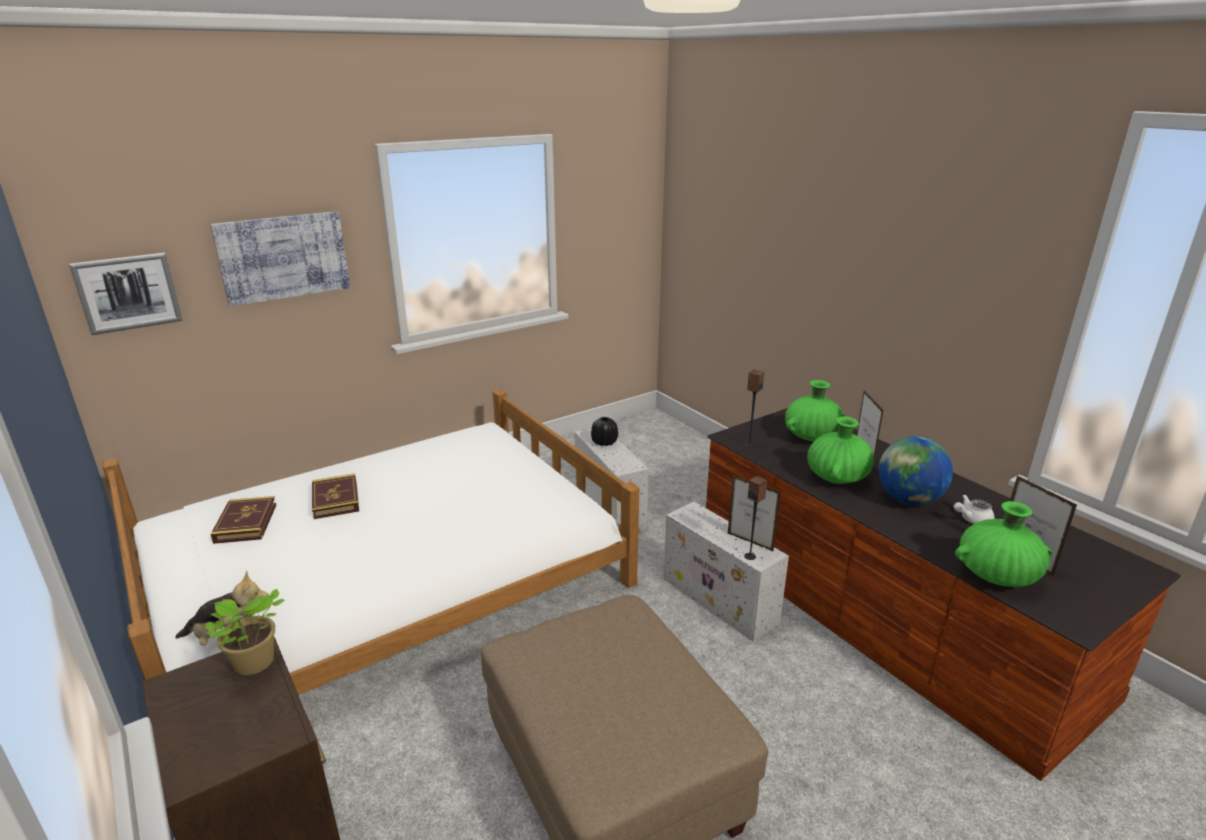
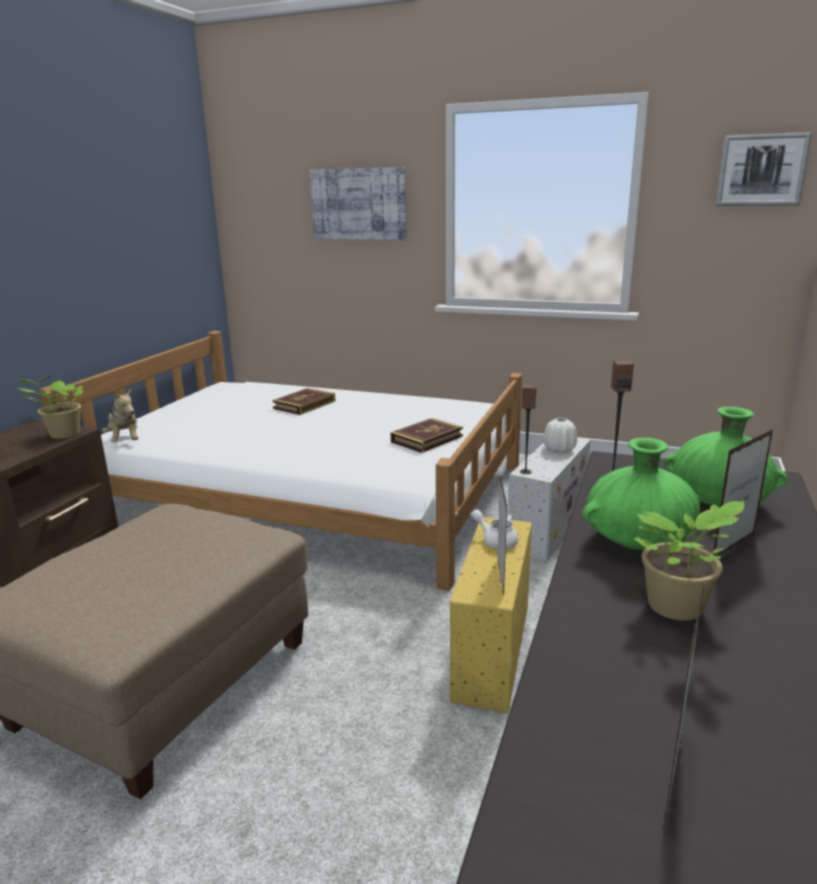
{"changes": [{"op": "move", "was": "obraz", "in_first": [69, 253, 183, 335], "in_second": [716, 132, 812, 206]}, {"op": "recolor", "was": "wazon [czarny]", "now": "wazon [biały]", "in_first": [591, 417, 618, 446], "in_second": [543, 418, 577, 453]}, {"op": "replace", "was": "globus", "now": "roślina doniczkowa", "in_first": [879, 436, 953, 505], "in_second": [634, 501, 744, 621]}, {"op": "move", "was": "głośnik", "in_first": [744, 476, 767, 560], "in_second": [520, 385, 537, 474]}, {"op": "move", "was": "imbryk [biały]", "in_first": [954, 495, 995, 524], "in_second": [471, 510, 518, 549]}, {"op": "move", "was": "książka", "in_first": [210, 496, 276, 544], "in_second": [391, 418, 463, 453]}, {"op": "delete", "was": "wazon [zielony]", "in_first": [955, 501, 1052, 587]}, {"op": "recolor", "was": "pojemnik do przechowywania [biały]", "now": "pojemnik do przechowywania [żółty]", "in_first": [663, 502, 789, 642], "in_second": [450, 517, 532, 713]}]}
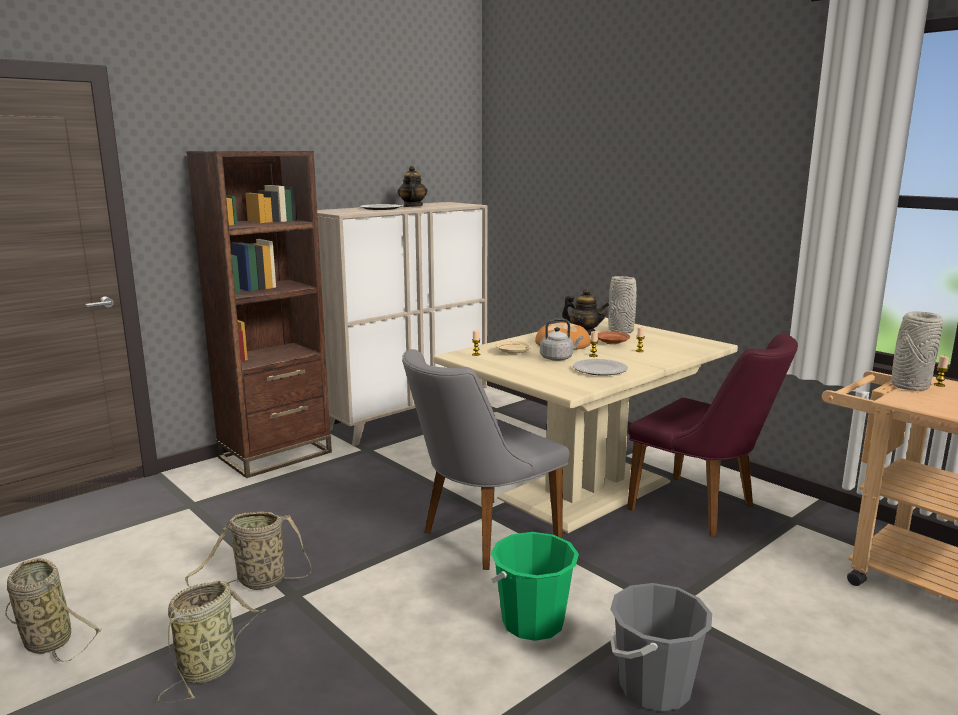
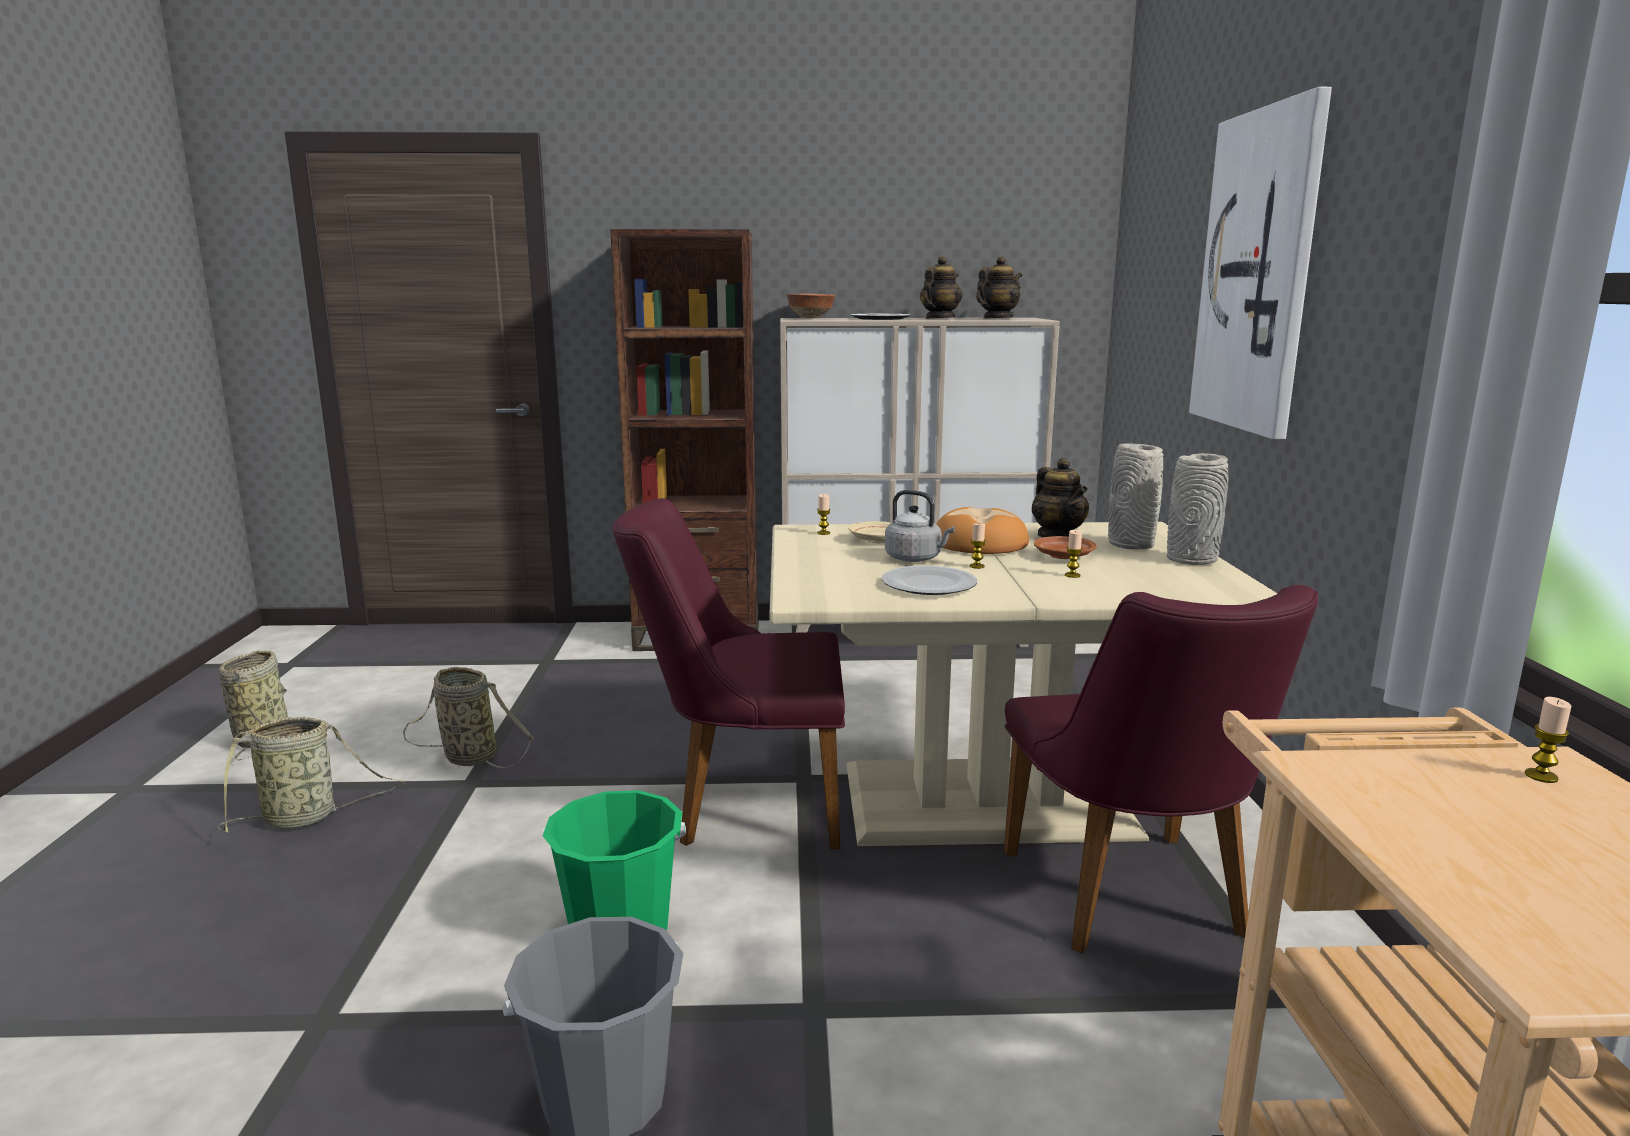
{"changes": [{"op": "move", "was": "wazon [szary]", "in_first": [891, 311, 943, 391], "in_second": [1167, 453, 1229, 565]}, {"op": "recolor", "was": "krzesło [szary]", "now": "krzesło [fioletowy]", "in_first": [402, 349, 569, 570], "in_second": [613, 498, 845, 849]}, {"op": "insert", "now": "obraz", "in_second": [1189, 87, 1332, 439]}, {"op": "insert", "now": "imbryk", "in_second": [976, 256, 1022, 318]}, {"op": "insert", "now": "miska", "in_second": [787, 294, 836, 318]}]}
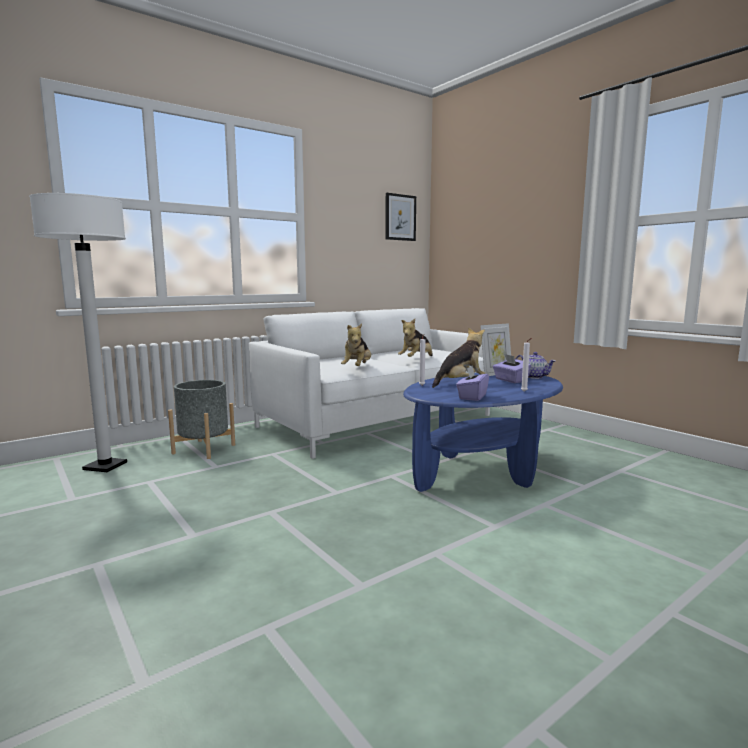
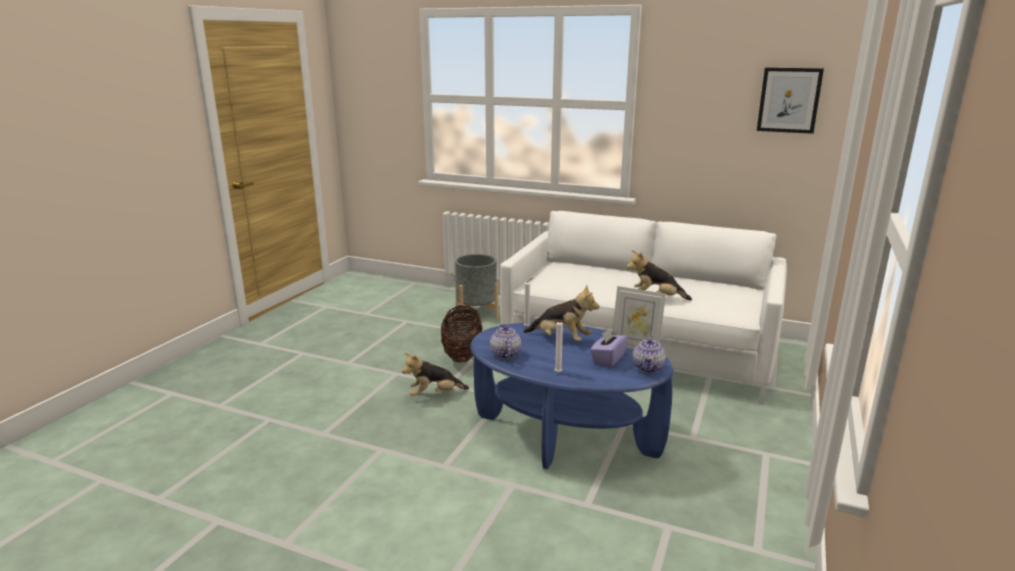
{"changes": [{"op": "delete", "was": "lampa stojąca [biały]", "in_first": [29, 193, 127, 472]}, {"op": "move", "was": "pluszak", "in_first": [341, 323, 371, 366], "in_second": [402, 353, 469, 396]}, {"op": "replace", "was": "pudełko chusteczek [fioletowy]", "now": "imbryk", "in_first": [456, 366, 489, 401], "in_second": [490, 324, 521, 359]}, {"op": "insert", "now": "koszyk", "in_second": [441, 305, 483, 362]}]}
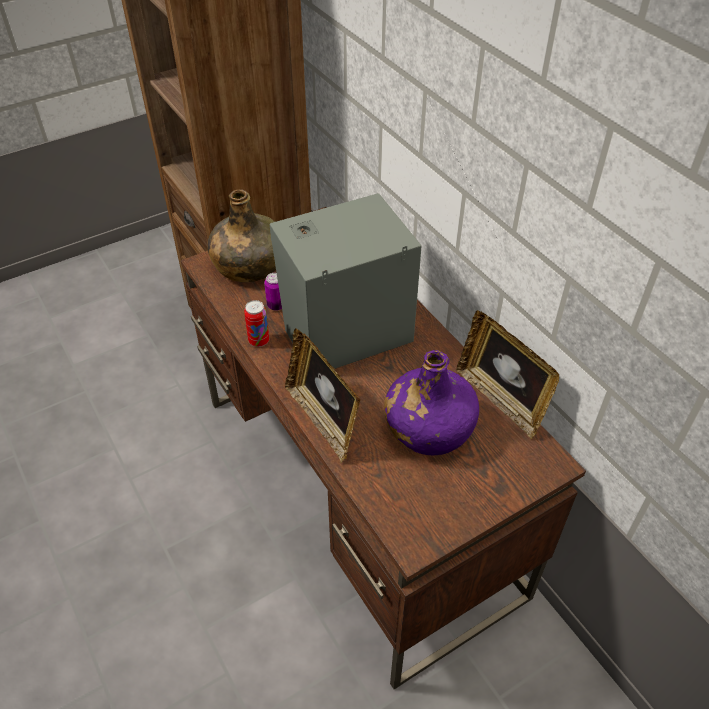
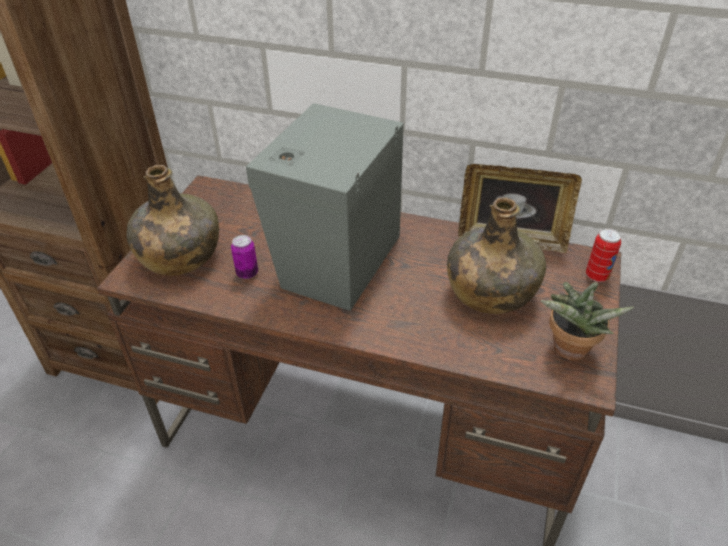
{"changes": [{"op": "move", "was": "puszka", "in_first": [244, 300, 269, 347], "in_second": [586, 228, 621, 282]}, {"op": "delete", "was": "ramka na zdjęcie", "in_first": [285, 328, 360, 463]}, {"op": "recolor", "was": "butelka [fioletowy]", "now": "butelka [zielony]", "in_first": [384, 350, 479, 455], "in_second": [447, 197, 546, 314]}, {"op": "insert", "now": "roślina doniczkowa", "in_second": [540, 282, 634, 361]}]}
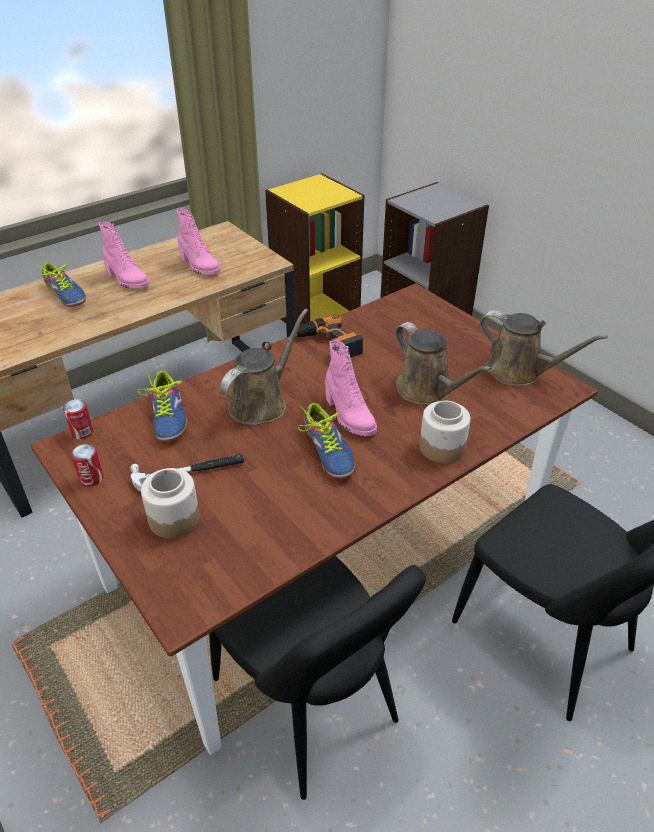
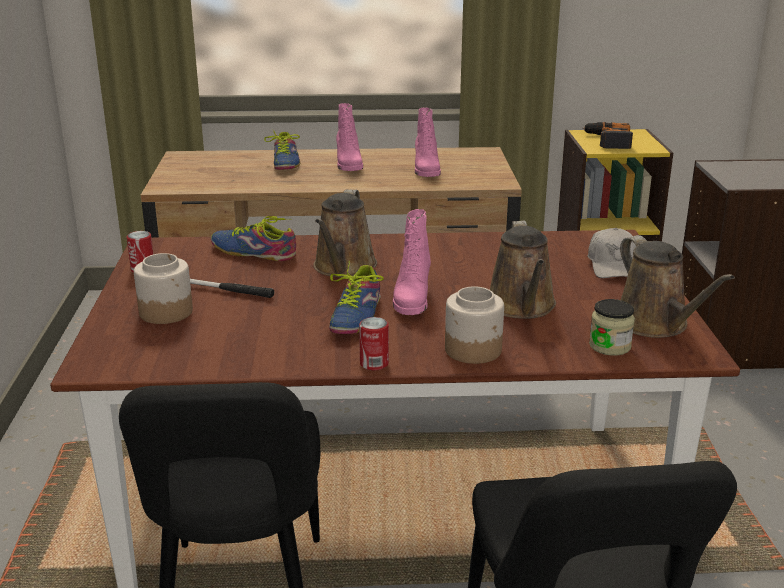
{"changes": [{"op": "rotate", "was": "konewka [brązowy]", "in_first": [220, 309, 308, 425], "in_second": [313, 190, 377, 278], "clockwise": 120}, {"op": "move", "was": "wiertarka", "in_first": [296, 314, 363, 358], "in_second": [582, 122, 633, 149]}, {"op": "rotate", "was": "but", "in_first": [138, 371, 187, 442], "in_second": [211, 216, 296, 261], "clockwise": 90}, {"op": "move", "was": "puszka", "in_first": [63, 399, 93, 439], "in_second": [359, 317, 389, 370]}, {"op": "insert", "now": "czapka z daszkiem [biały]", "in_second": [587, 228, 636, 278]}, {"op": "insert", "now": "słoik", "in_second": [589, 299, 635, 356]}]}
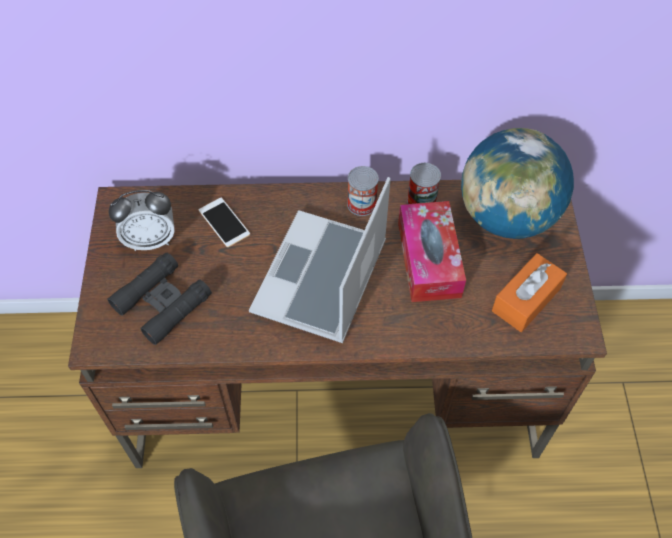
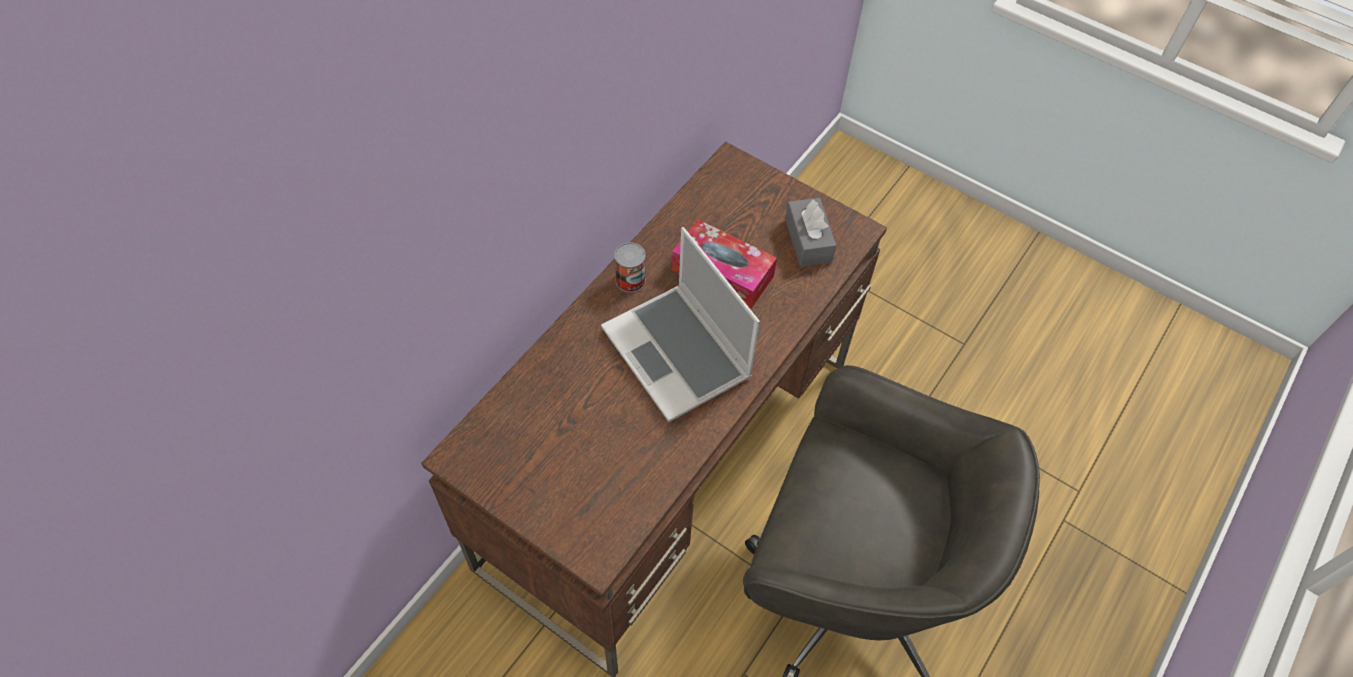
{"changes": [{"op": "delete", "was": "globus", "in_first": [461, 128, 574, 239]}, {"op": "delete", "was": "puszka", "in_first": [407, 163, 441, 204]}, {"op": "delete", "was": "budzik", "in_first": [109, 190, 175, 251]}, {"op": "delete", "was": "telefon", "in_first": [199, 198, 250, 247]}, {"op": "delete", "was": "lornetka [czarny]", "in_first": [107, 252, 212, 345]}, {"op": "recolor", "was": "pudełko chusteczek [pomarańczowy]", "now": "pudełko chusteczek [szary]", "in_first": [492, 253, 567, 332], "in_second": [785, 198, 836, 267]}]}
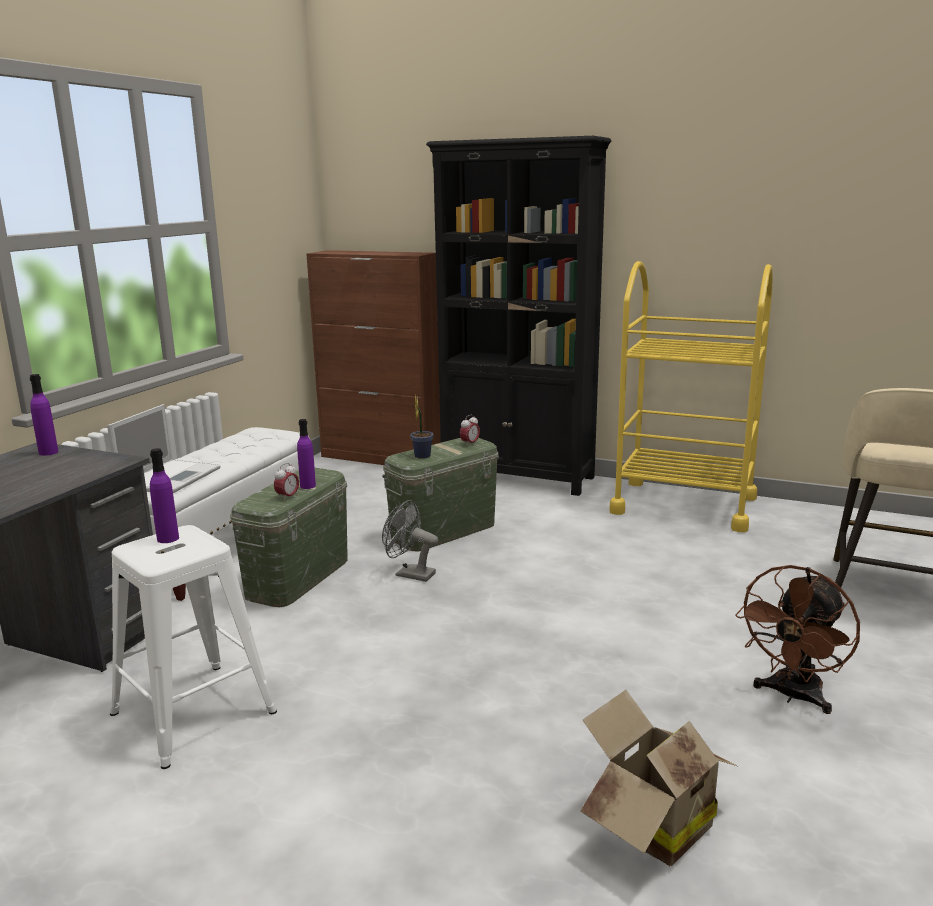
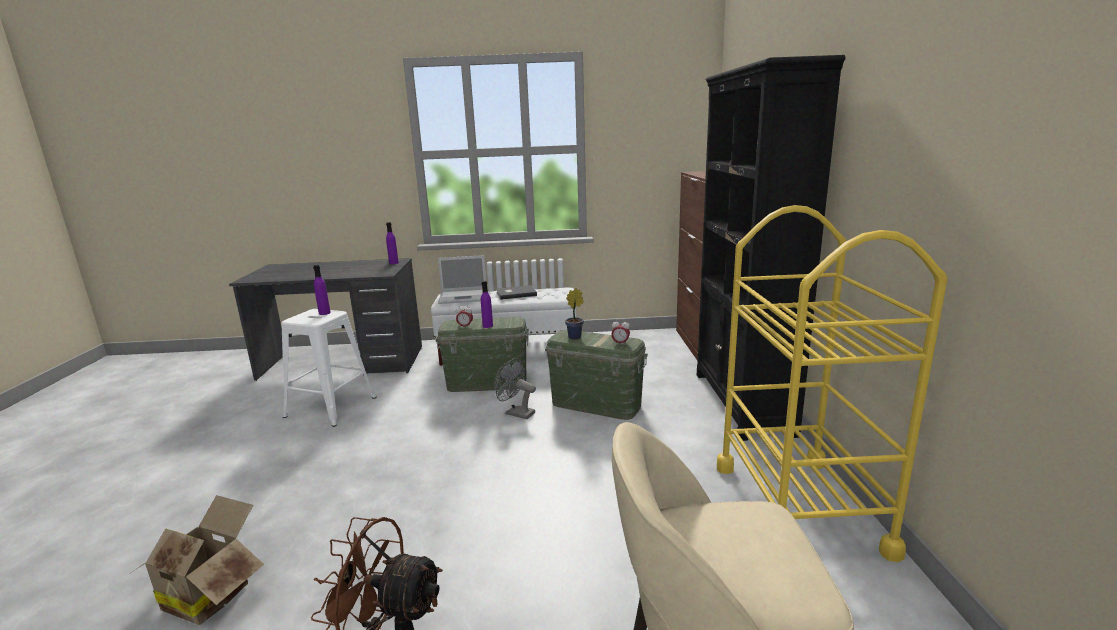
{"changes": [{"op": "rotate", "was": "wentylator [szary]", "in_first": [382, 500, 438, 582], "in_second": [494, 358, 536, 419], "clockwise": -60}, {"op": "insert", "now": "książka [szary]", "in_second": [496, 285, 537, 300]}]}
